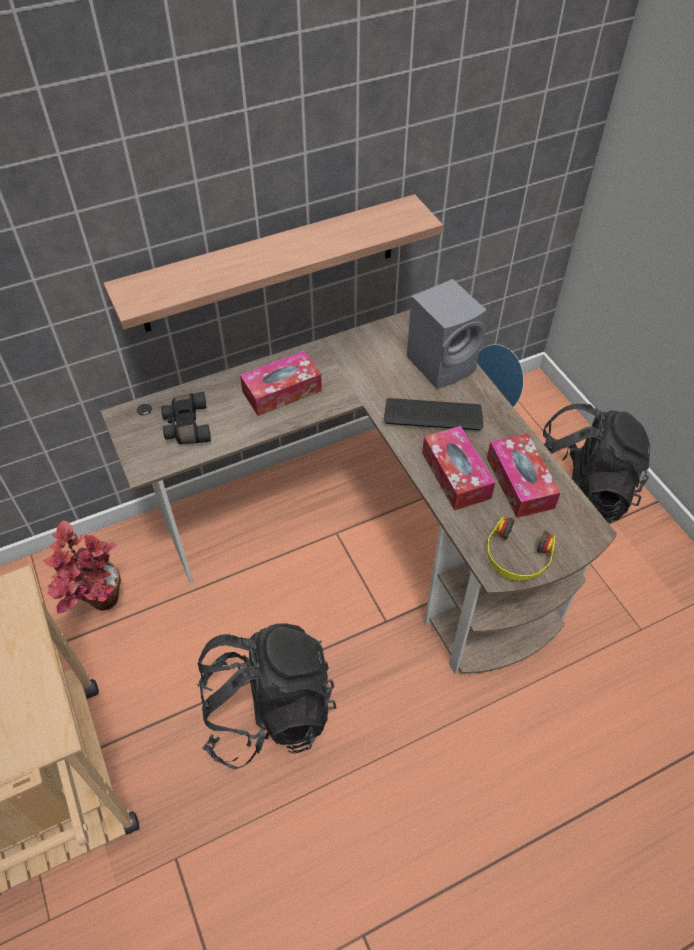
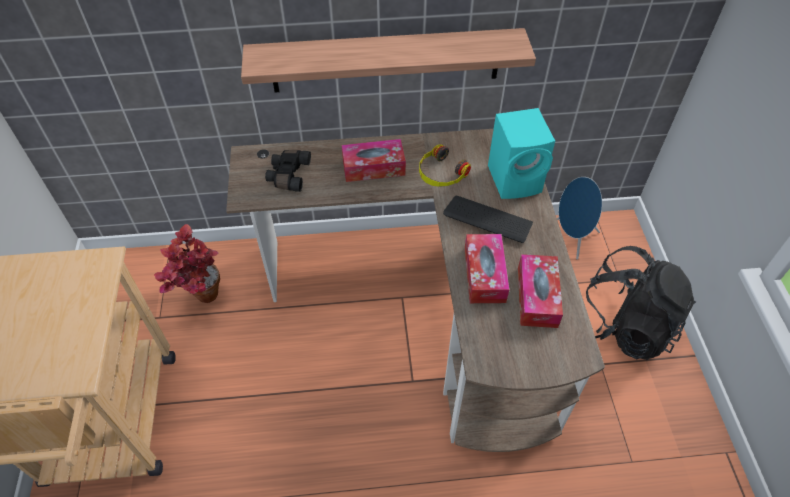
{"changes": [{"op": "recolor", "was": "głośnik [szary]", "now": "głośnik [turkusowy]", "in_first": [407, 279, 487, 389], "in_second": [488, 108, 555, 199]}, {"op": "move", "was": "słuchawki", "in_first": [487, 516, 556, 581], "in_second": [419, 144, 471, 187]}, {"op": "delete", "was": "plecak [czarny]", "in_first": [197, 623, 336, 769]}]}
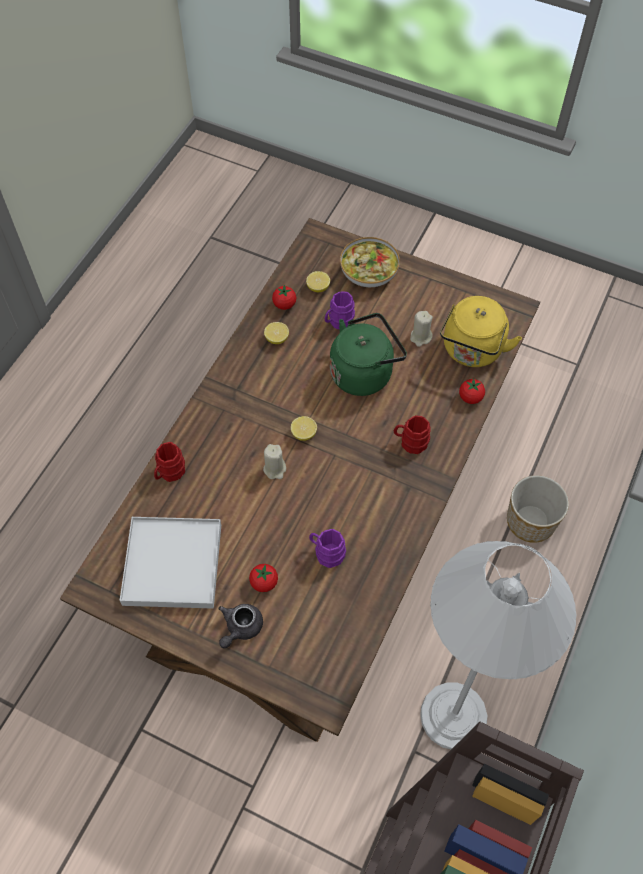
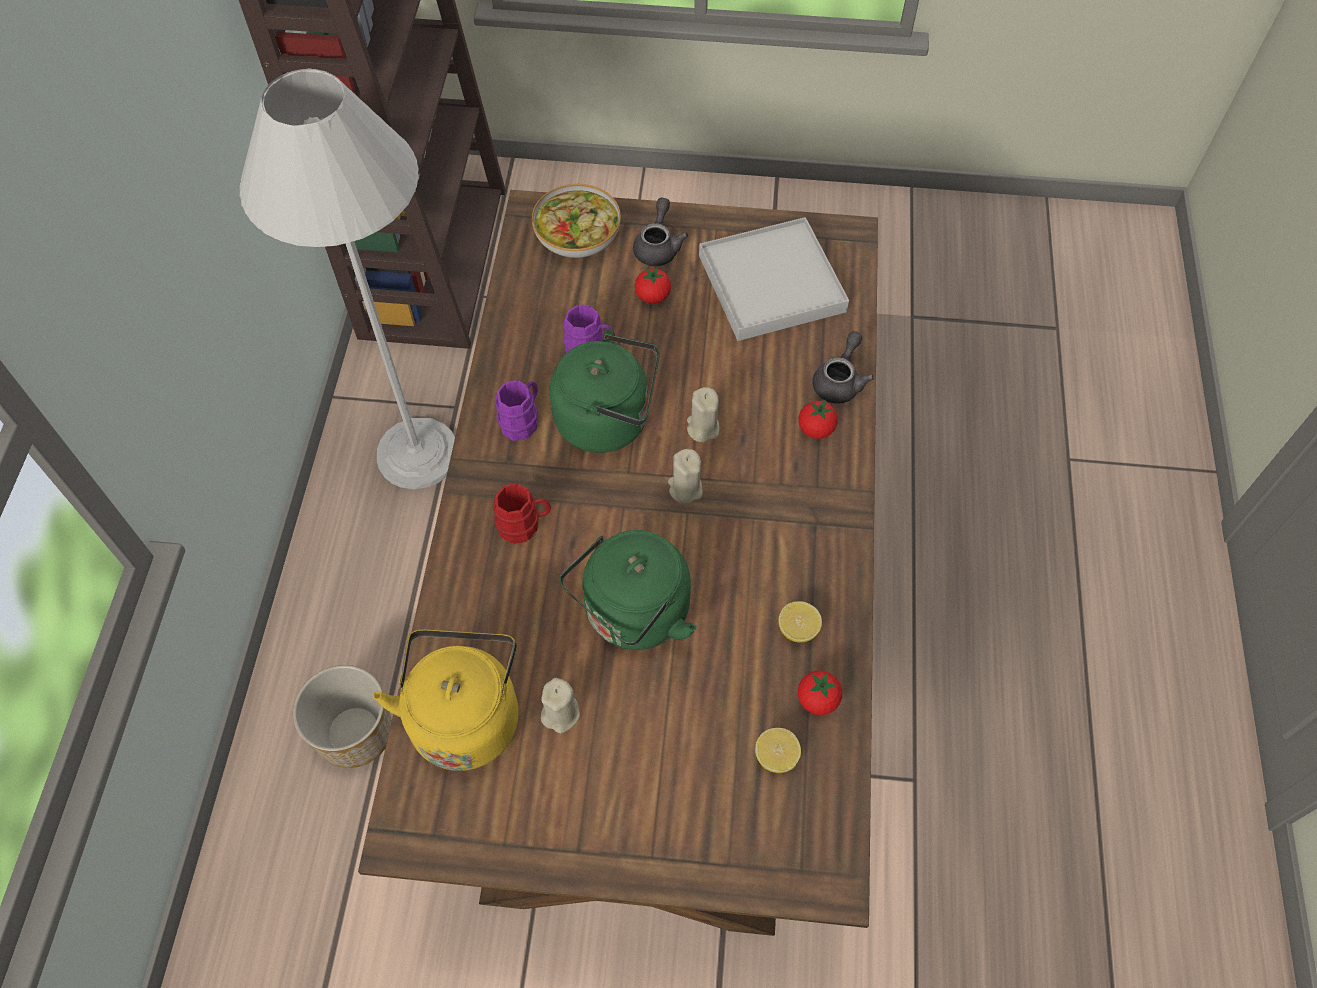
{"changes": [{"op": "move", "was": "miska", "in_first": [340, 237, 400, 287], "in_second": [532, 184, 621, 258]}, {"op": "move", "was": "kubek [fioletowy]", "in_first": [325, 291, 355, 329], "in_second": [495, 380, 538, 441]}, {"op": "move", "was": "pomidor", "in_first": [459, 378, 485, 404], "in_second": [798, 400, 838, 439]}, {"op": "replace", "was": "cytryna", "now": "świeca [beżowy]", "in_first": [291, 416, 317, 441], "in_second": [668, 449, 702, 504]}, {"op": "replace", "was": "kubek [czerwony]", "now": "imbryk [szary]", "in_first": [154, 442, 185, 482], "in_second": [812, 331, 874, 404]}, {"op": "insert", "now": "czajnik [zielony]", "in_second": [550, 329, 660, 453]}]}
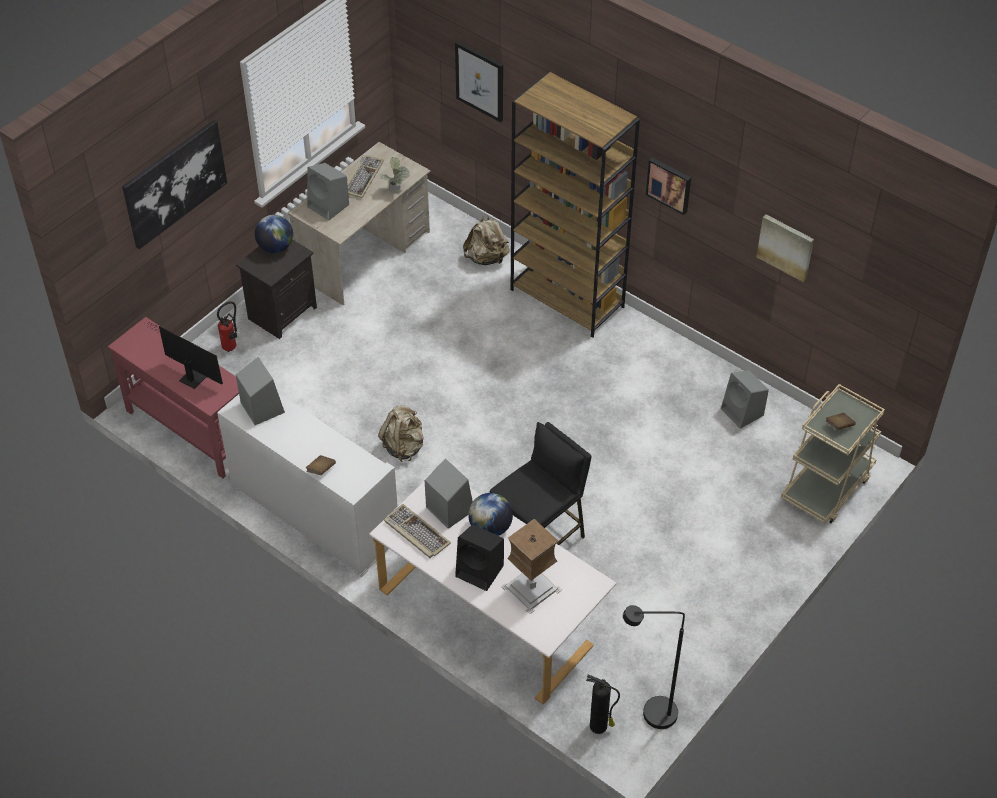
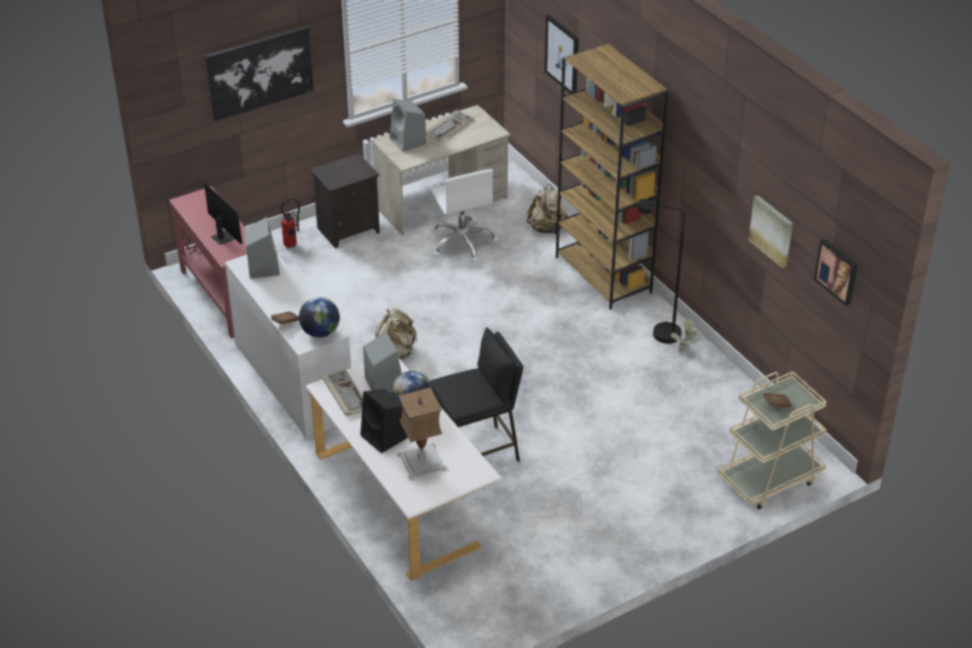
{"changes": [{"op": "move", "was": "roślina doniczkowa", "in_first": [380, 157, 410, 192], "in_second": [671, 319, 701, 352]}, {"op": "move", "was": "obraz", "in_first": [646, 157, 691, 215], "in_second": [814, 239, 858, 305]}, {"op": "move", "was": "globus", "in_first": [255, 215, 293, 253], "in_second": [299, 297, 340, 338]}, {"op": "delete", "was": "głośnik [szary]", "in_first": [721, 370, 769, 429]}, {"op": "move", "was": "lampa stojąca [czarny]", "in_first": [623, 605, 685, 729], "in_second": [637, 199, 685, 344]}, {"op": "delete", "was": "gaśnica", "in_first": [586, 675, 620, 734]}, {"op": "insert", "now": "krzesło biurowe [biały]", "in_second": [431, 169, 498, 262]}]}
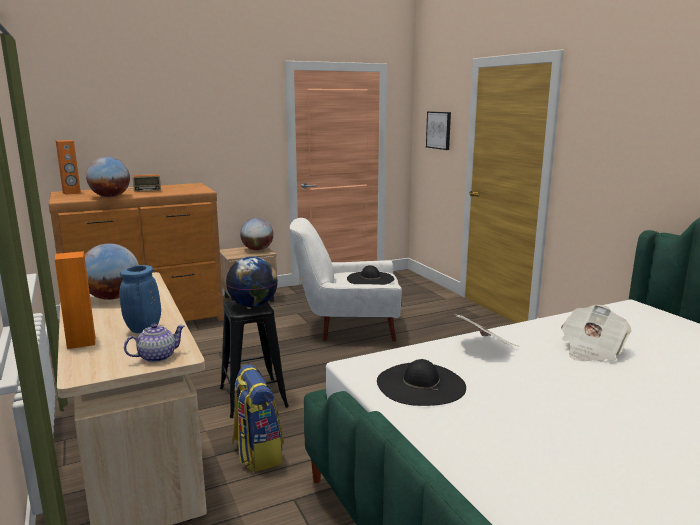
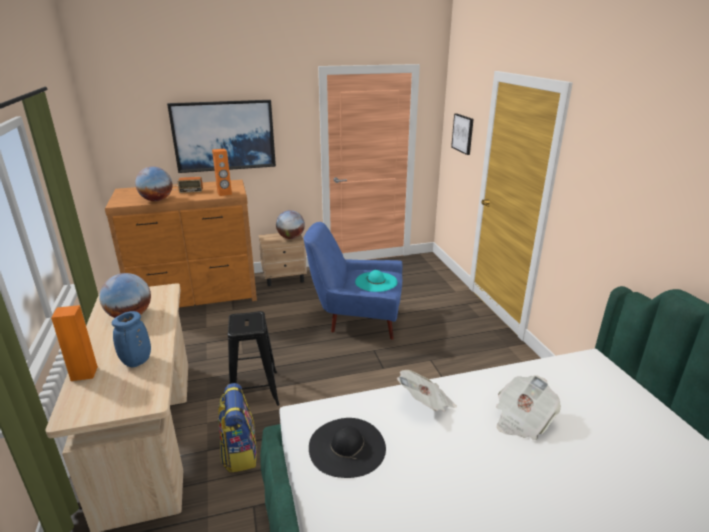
{"changes": [{"op": "move", "was": "głośnik [pomarańczowy]", "in_first": [56, 140, 81, 195], "in_second": [212, 149, 232, 196]}, {"op": "recolor", "was": "fotel [biały]", "now": "fotel [niebieski]", "in_first": [290, 218, 402, 342], "in_second": [303, 222, 402, 340]}, {"op": "delete", "was": "globus", "in_first": [226, 256, 278, 307]}, {"op": "recolor", "was": "kapelusz [czarny]", "now": "kapelusz [turkusowy]", "in_first": [347, 265, 394, 285], "in_second": [355, 270, 398, 292]}, {"op": "delete", "was": "imbryk", "in_first": [124, 323, 185, 363]}, {"op": "insert", "now": "obraz", "in_second": [167, 100, 276, 173]}]}
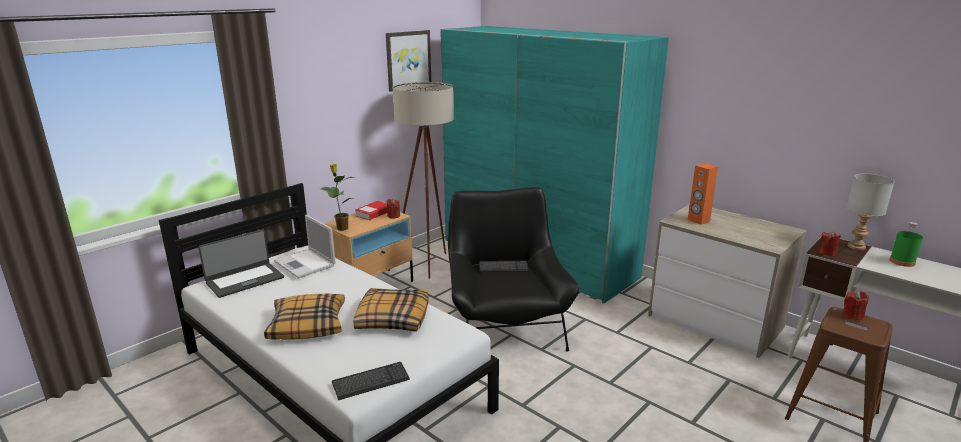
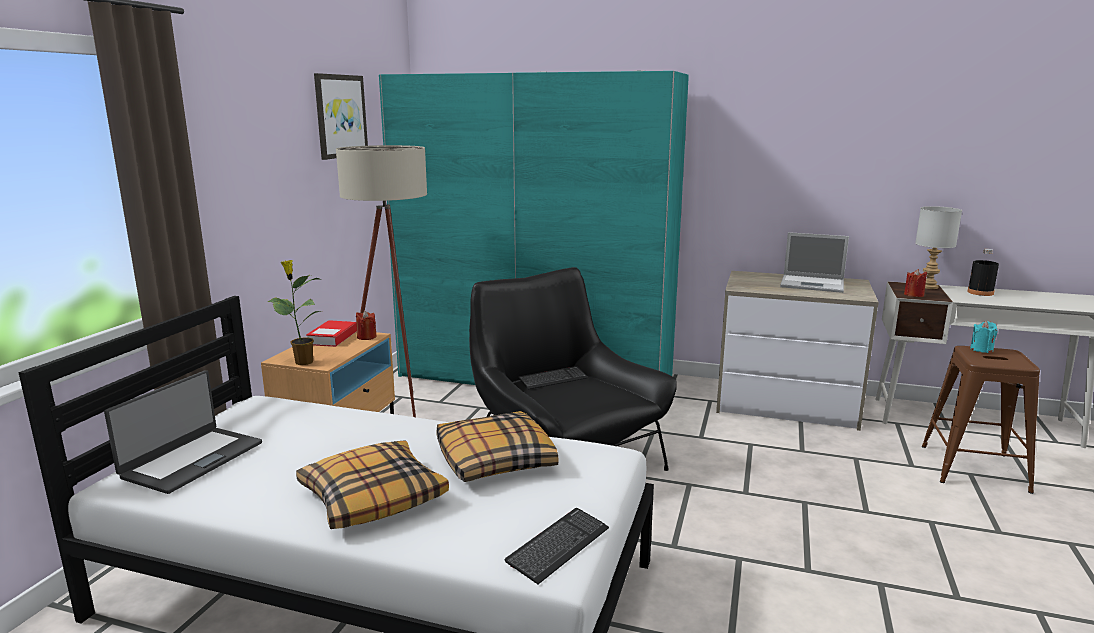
{"changes": [{"op": "delete", "was": "głośnik [pomarańczowy]", "in_first": [688, 163, 718, 225]}, {"op": "move", "was": "laptop", "in_first": [274, 215, 336, 278], "in_second": [780, 232, 849, 293]}, {"op": "recolor", "was": "butelka [zielony]", "now": "butelka [czarny]", "in_first": [889, 222, 923, 267], "in_second": [967, 249, 999, 296]}, {"op": "recolor", "was": "świeca [czerwony]", "now": "świeca [turkusowy]", "in_first": [843, 291, 869, 320], "in_second": [970, 321, 998, 353]}]}
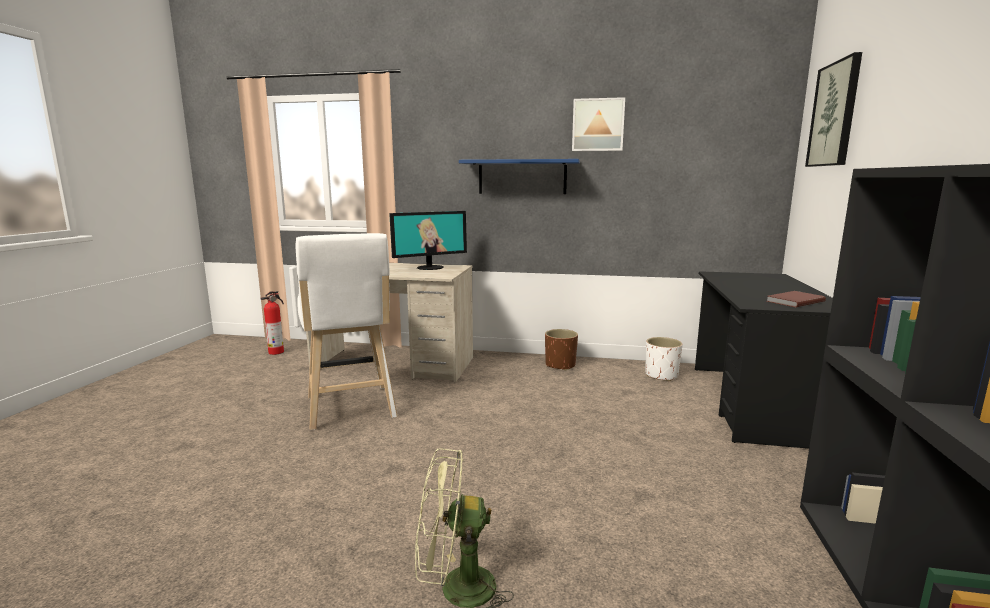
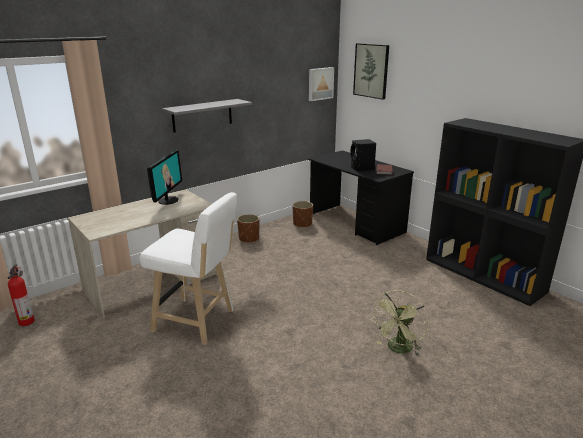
{"changes": [{"op": "move", "was": "obraz", "in_first": [572, 97, 625, 151], "in_second": [309, 67, 334, 101]}, {"op": "recolor", "was": "półka [niebieski]", "now": "półka [szary]", "in_first": [459, 159, 580, 194], "in_second": [162, 99, 252, 133]}, {"op": "recolor", "was": "donica [biały]", "now": "donica [brązowy]", "in_first": [645, 337, 683, 381], "in_second": [293, 201, 313, 228]}, {"op": "insert", "now": "głośnik [czarny]", "in_second": [350, 139, 376, 171]}]}
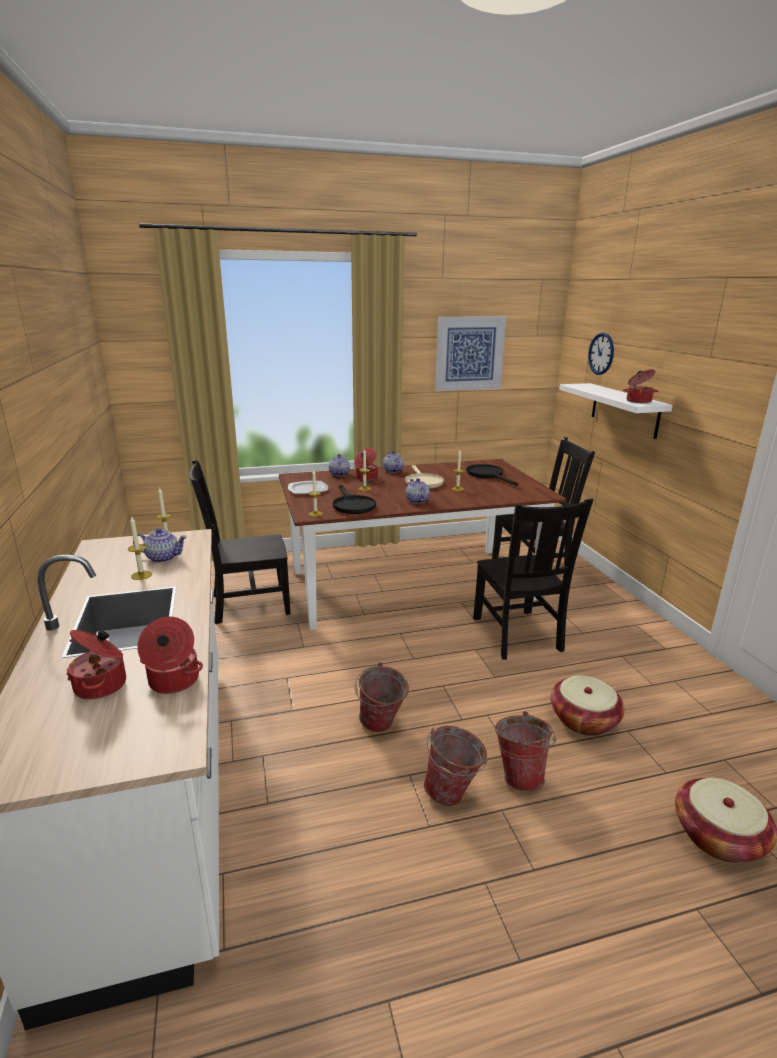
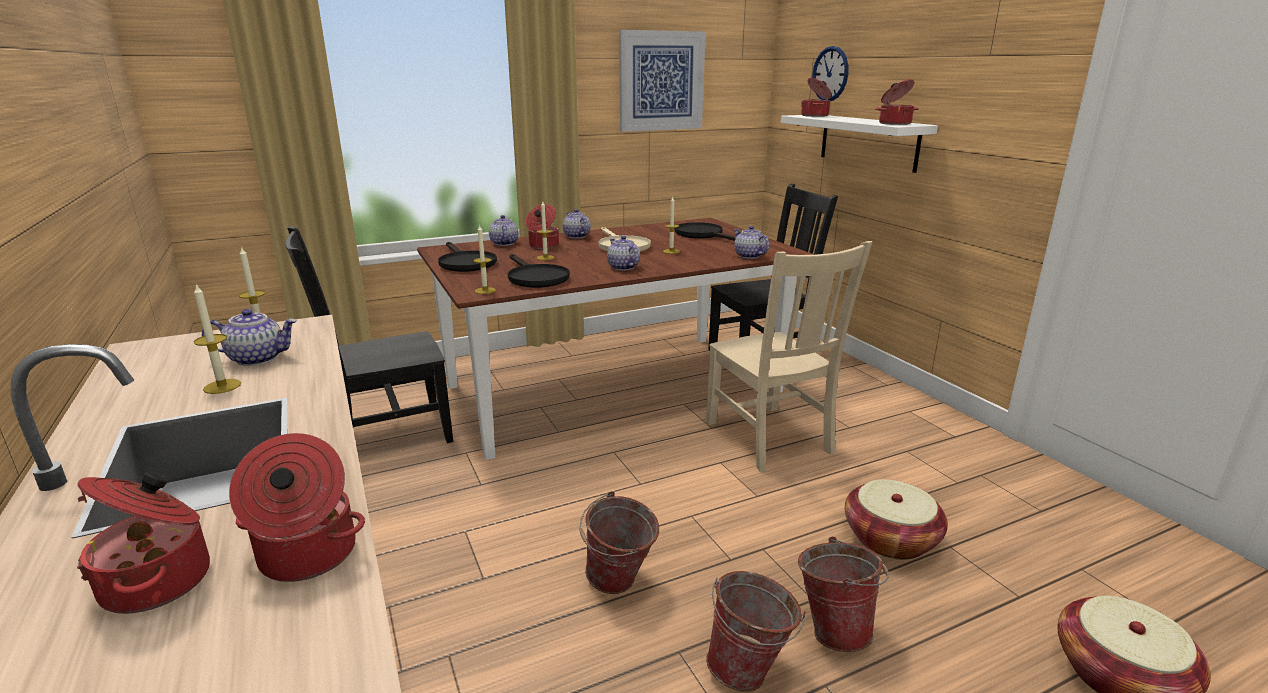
{"changes": [{"op": "replace", "was": "talerz", "now": "patelnia [czarny]", "in_first": [288, 481, 328, 494], "in_second": [438, 242, 497, 272]}, {"op": "recolor", "was": "krzesło [czarny]", "now": "krzesło [beżowy]", "in_first": [473, 498, 593, 660], "in_second": [706, 241, 872, 472]}, {"op": "insert", "now": "garnek", "in_second": [801, 77, 832, 117]}, {"op": "insert", "now": "imbryk", "in_second": [734, 226, 769, 259]}]}
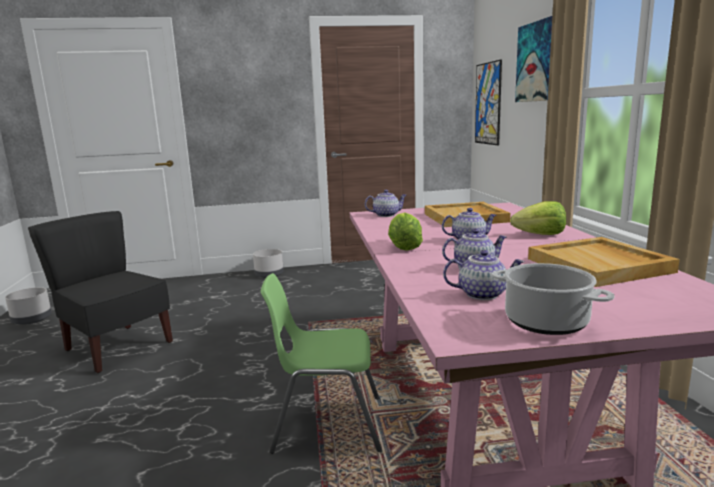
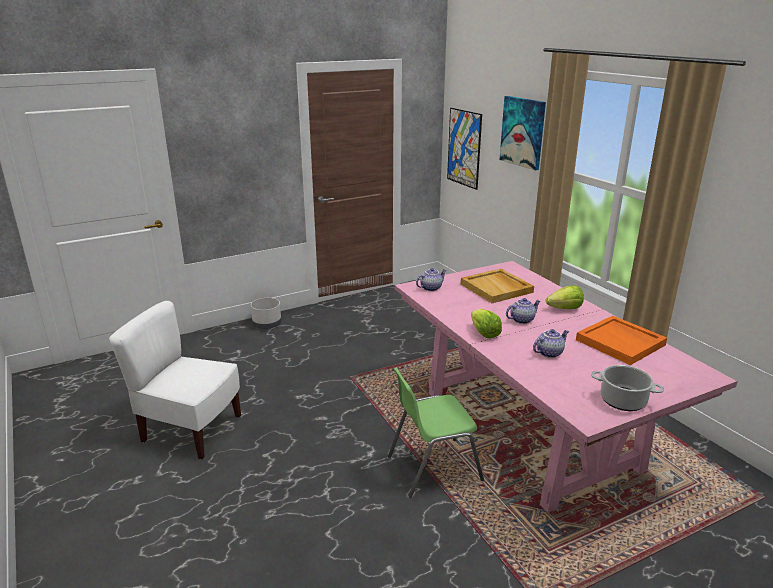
{"changes": [{"op": "recolor", "was": "krzesło [czarny]", "now": "krzesło [biały]", "in_first": [28, 211, 173, 373], "in_second": [109, 301, 241, 460]}, {"op": "recolor", "was": "taca [beżowy]", "now": "taca [pomarańczowy]", "in_first": [528, 237, 680, 287], "in_second": [576, 316, 667, 365]}, {"op": "delete", "was": "imbryk", "in_first": [443, 250, 525, 300]}, {"op": "delete", "was": "donica [szary]", "in_first": [5, 287, 52, 325]}]}
